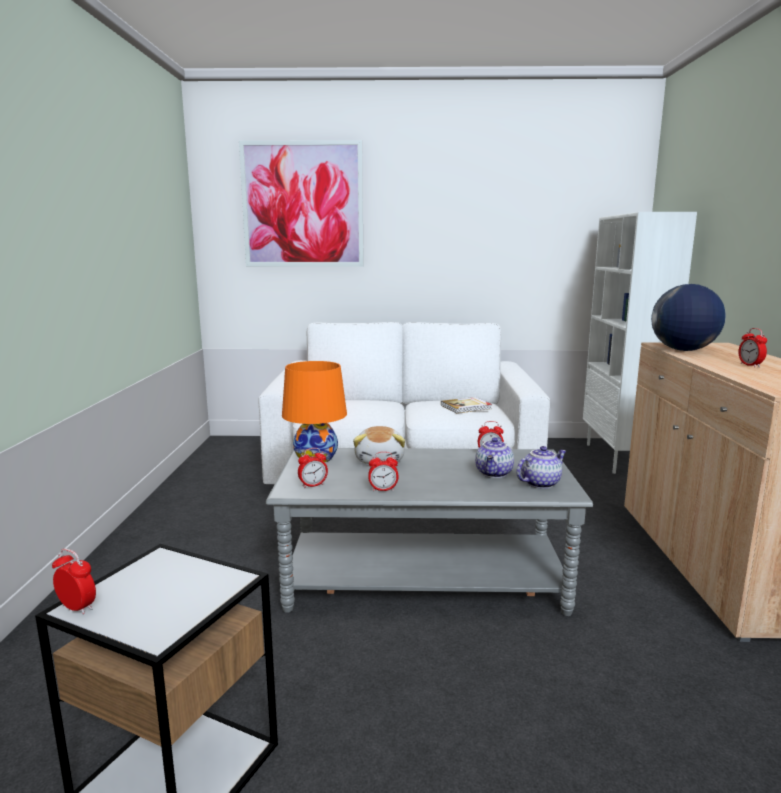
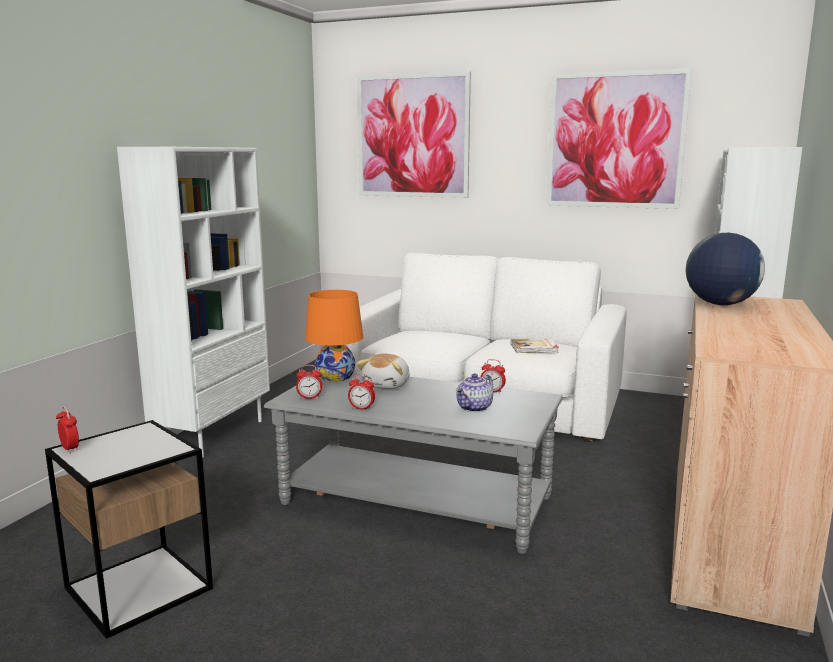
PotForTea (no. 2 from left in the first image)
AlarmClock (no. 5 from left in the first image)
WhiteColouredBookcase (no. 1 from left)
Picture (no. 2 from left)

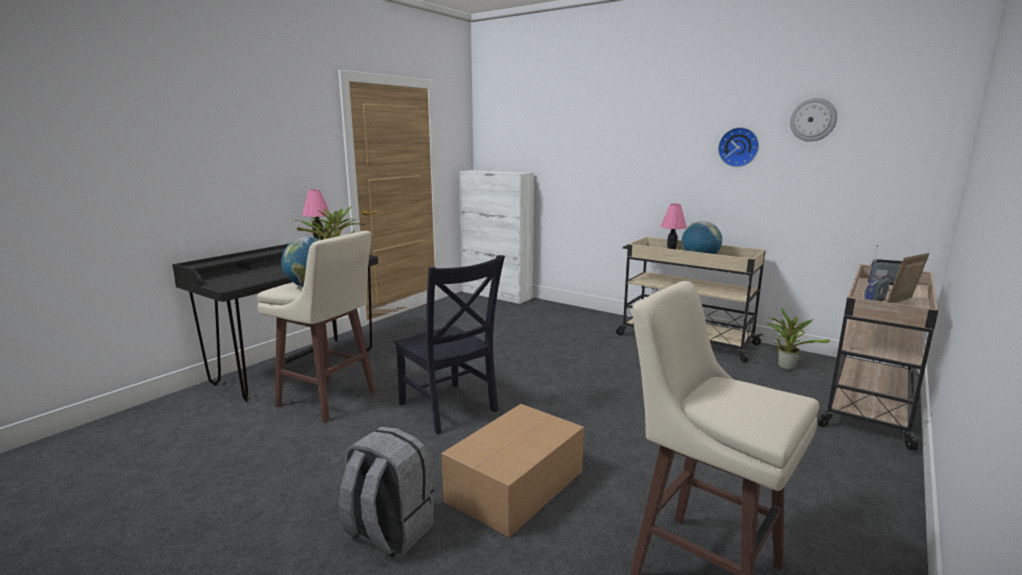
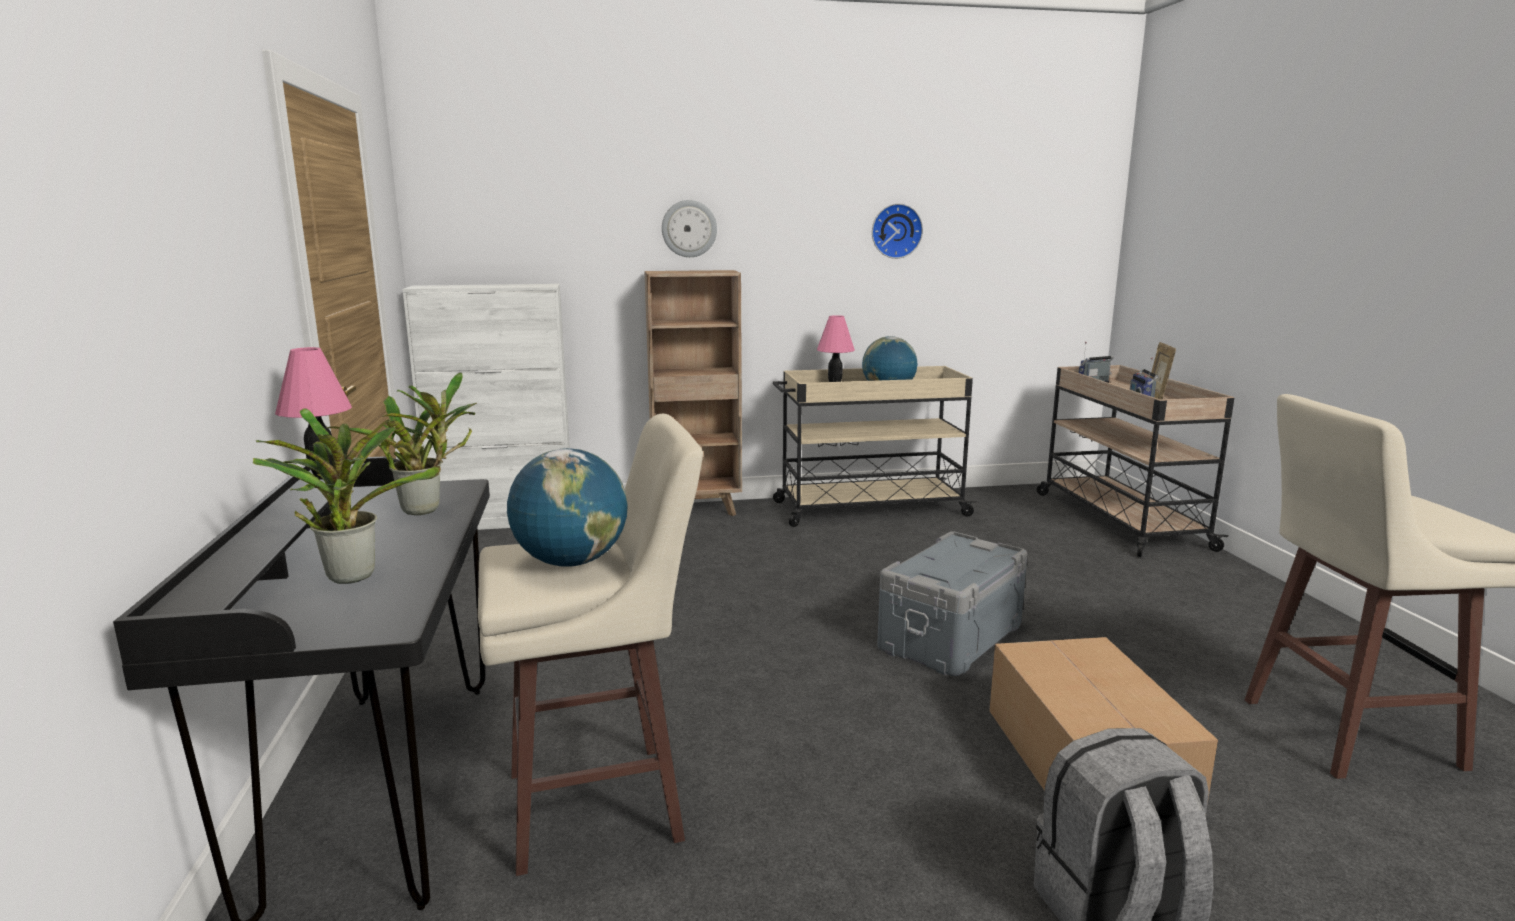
BlackColouredChair
BrownishBookcase
GreyStorageBin
Houseplant (no. 1 from left)
WallClock (no. 1 from left)

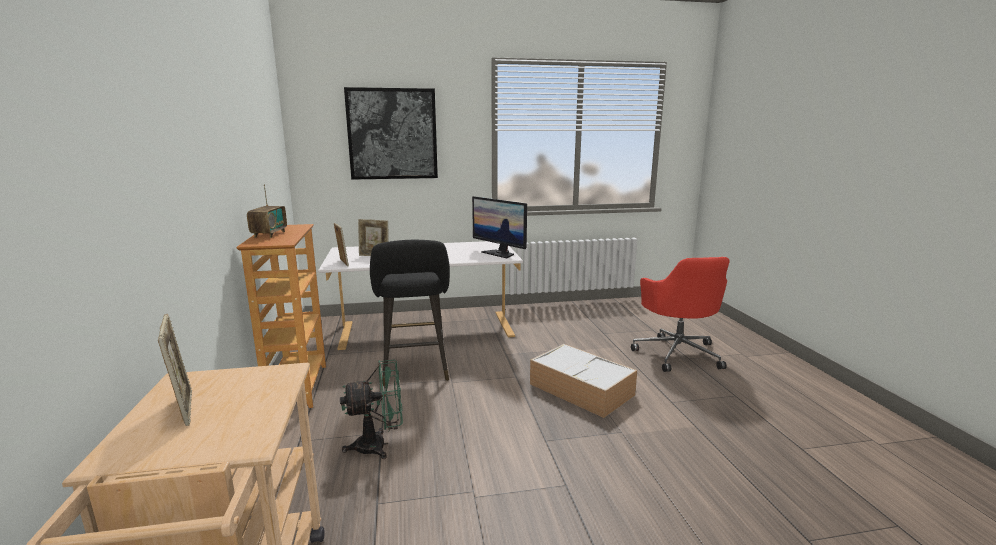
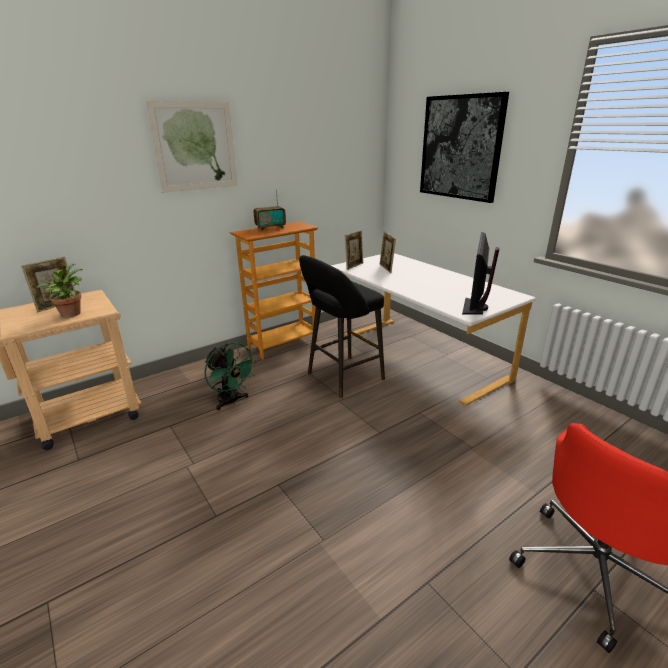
StorageBin
Houseplant
Picture (no. 1 from left)

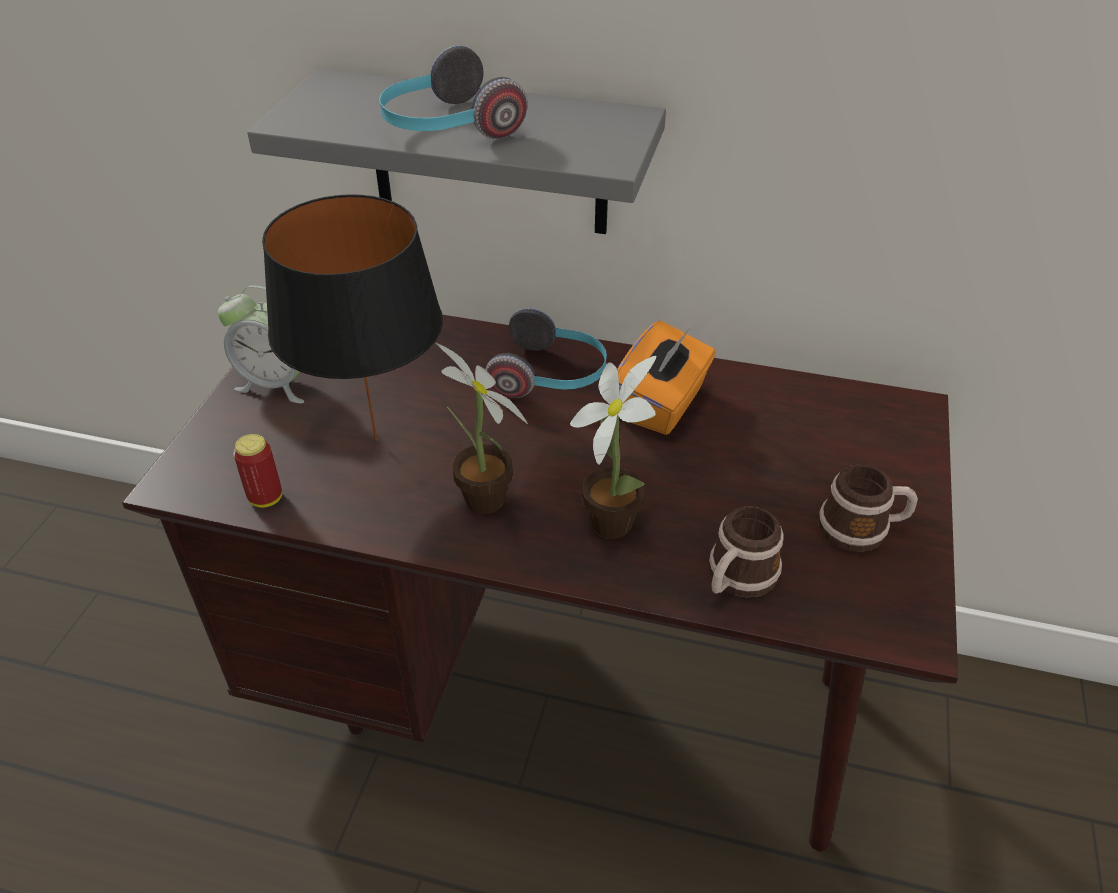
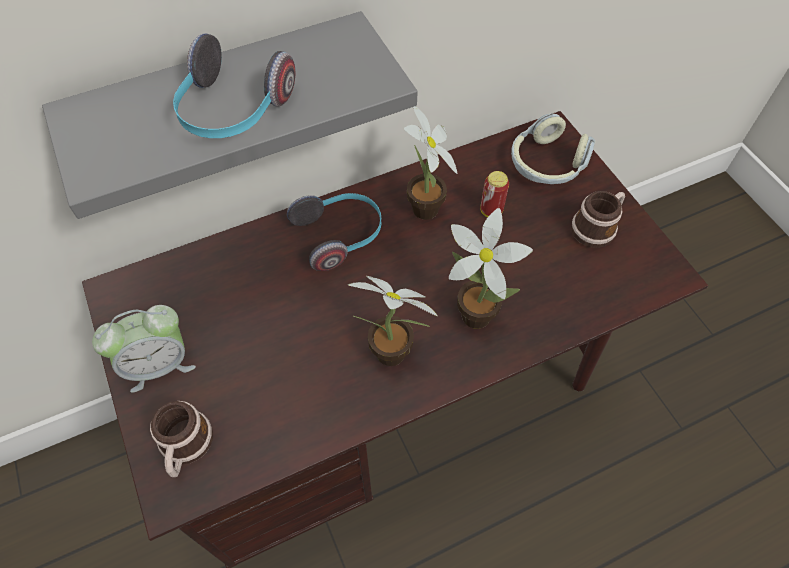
BlackColouredLampForATable
PairOfHeadphones (no. 3 from left)
SealedCan
Mug (no. 1 from left)
Houseplant (no. 2 from left)

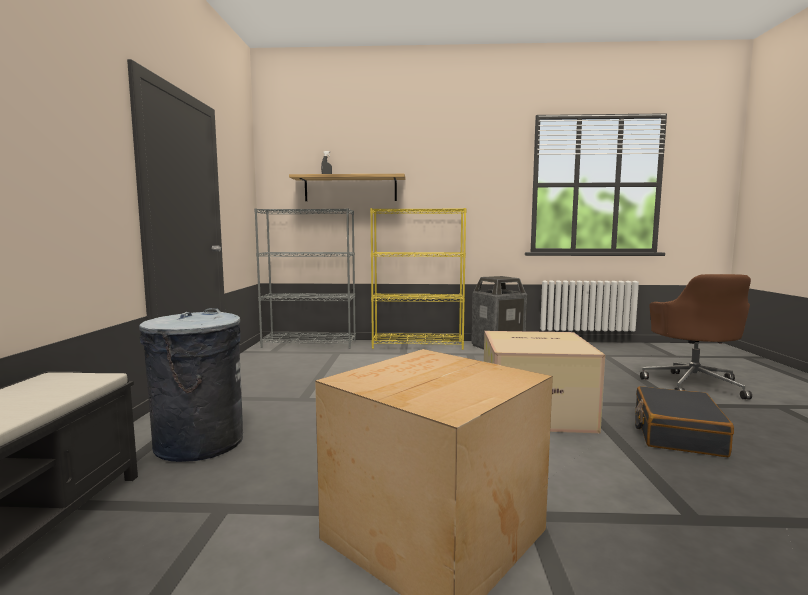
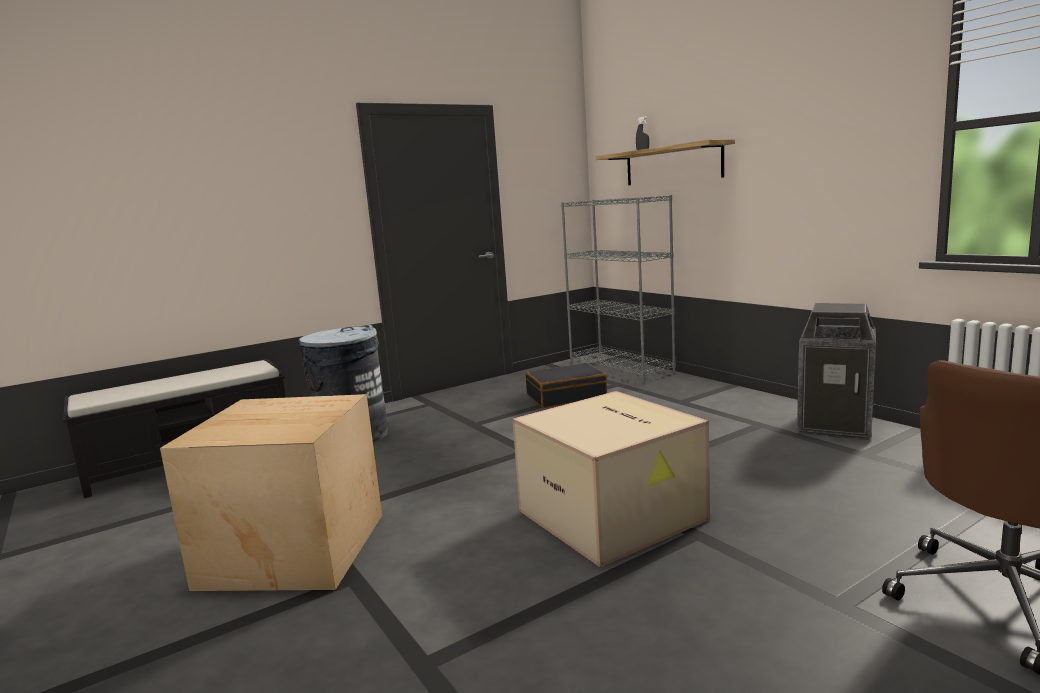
YellowBookcase
BlackColouredPieceOfLuggage

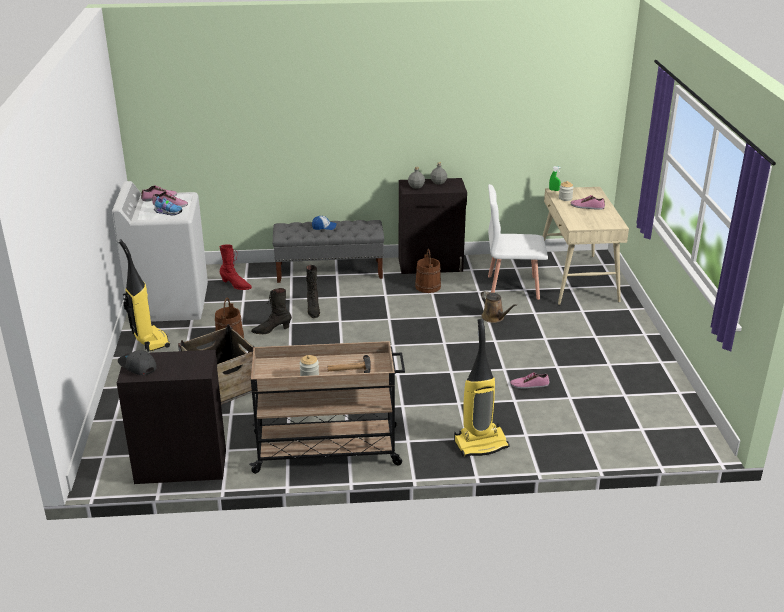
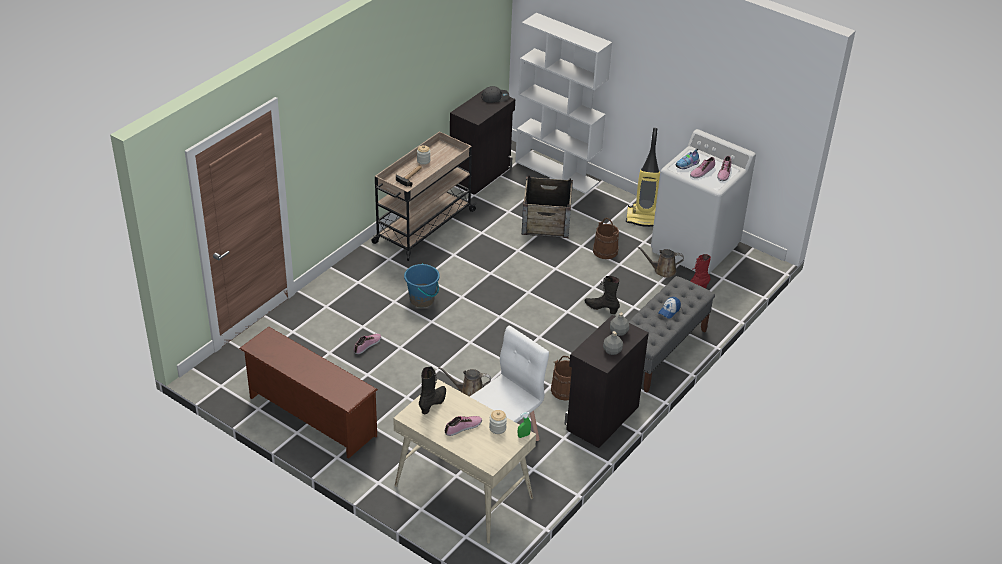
Hoover (no. 2 from left in the first image)
BrownishShoeRack
BluishBucket
WhiteColouredBookcase
BrownishSprinklingCan (no. 2 from left)
BlackColouredBoot (no. 1 from left)

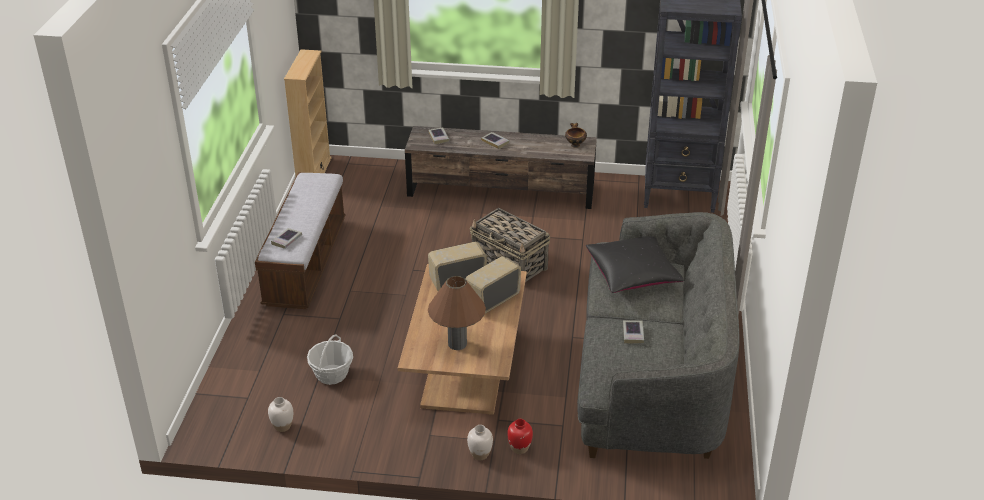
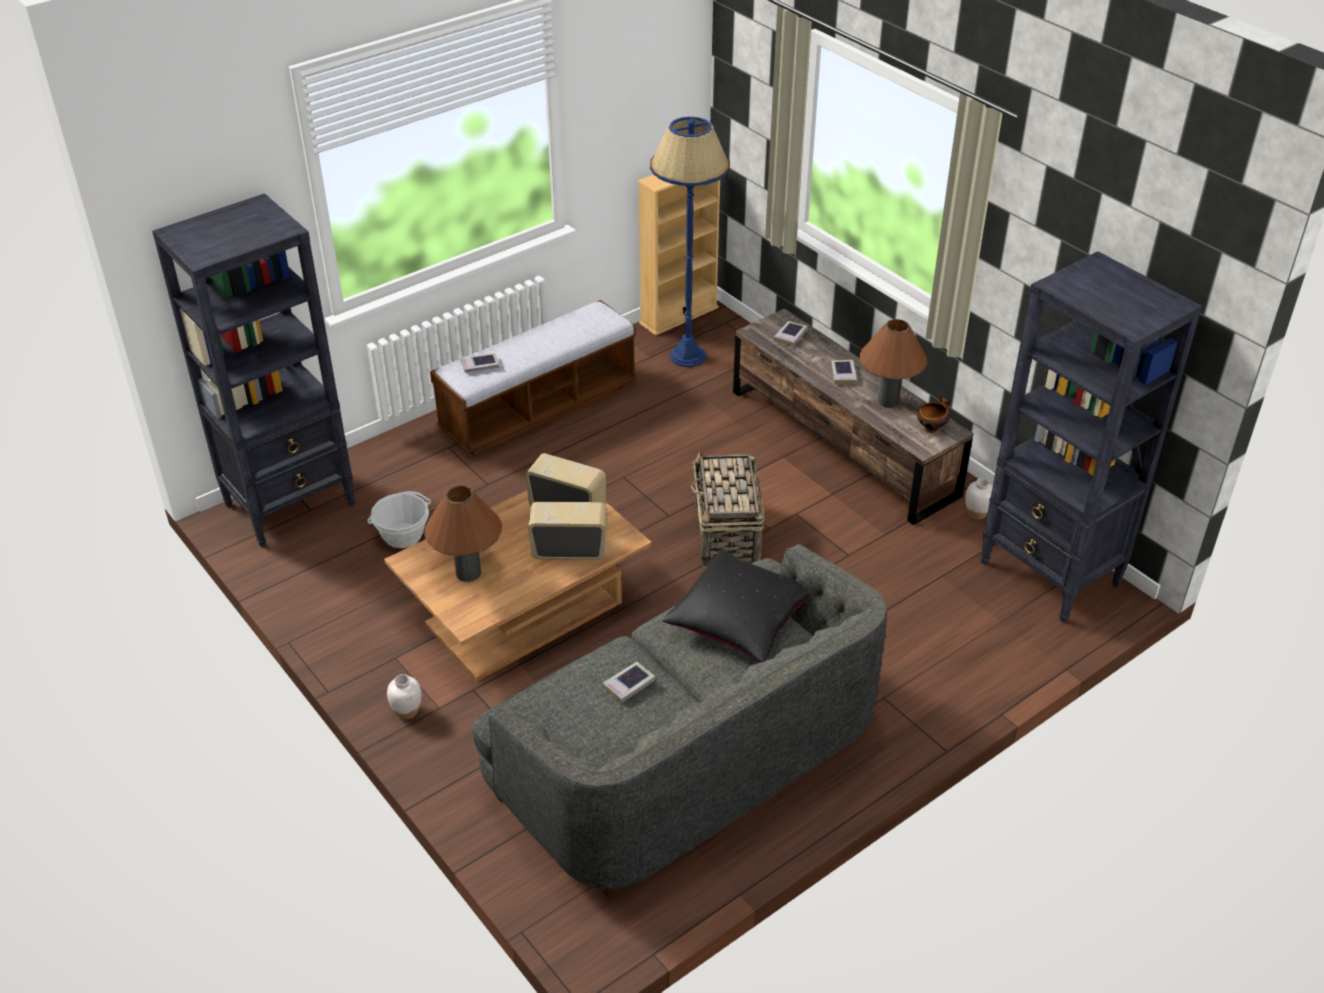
ReddishFlowerVase
BlackColouredBookcase (no. 1 from left)
BluishStandingLamp
BrownishLampForATable (no. 2 from left)
WhiteColouredFlowerVase (no. 2 from left)

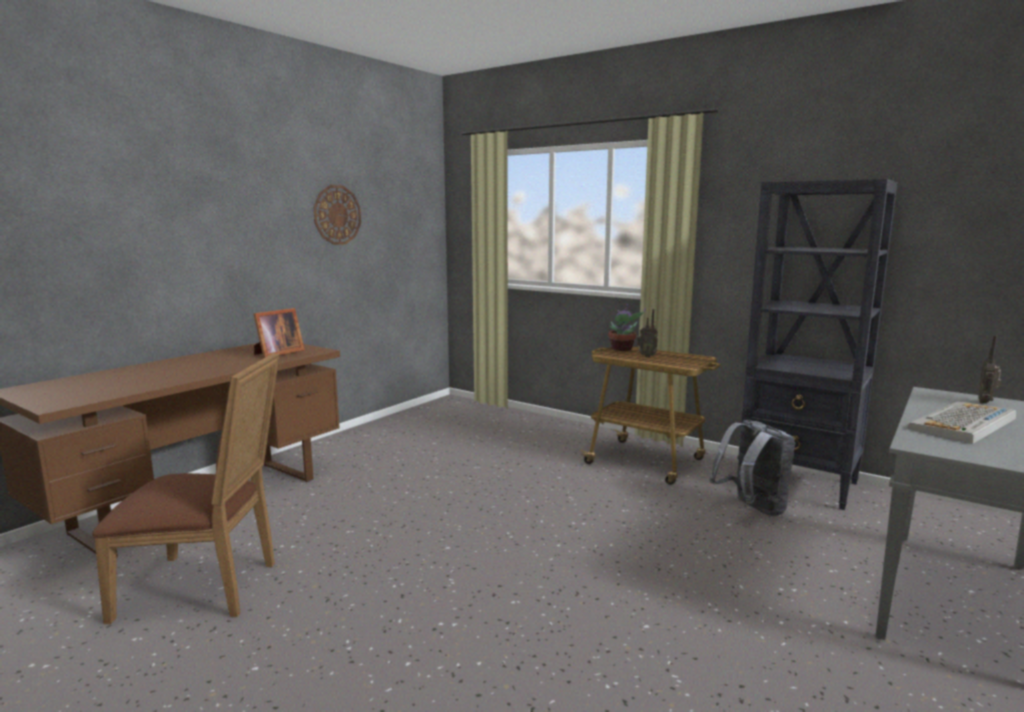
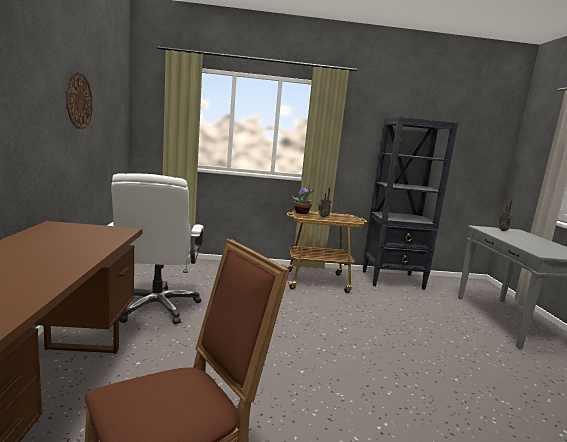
PictureFrame
GreyRucksack
PcKeyboard
WhiteColouredComputerChair

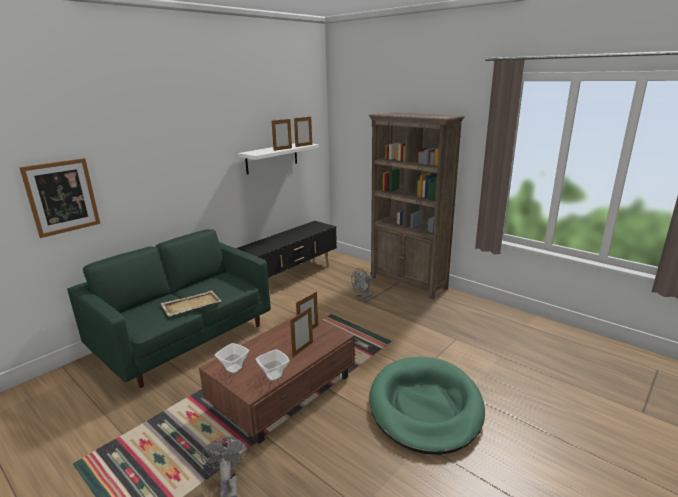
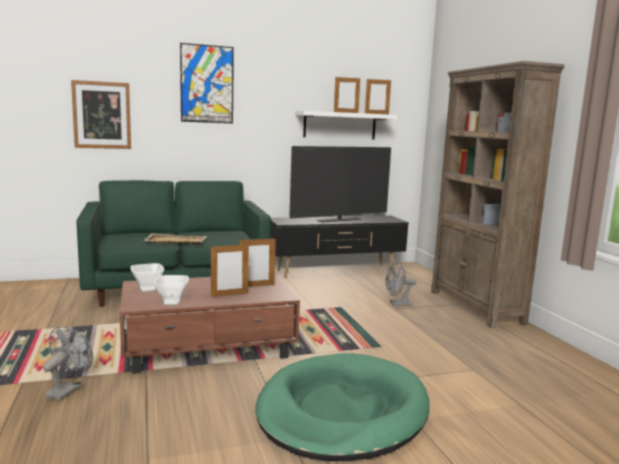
Picture (no. 2 from left)
Tv

